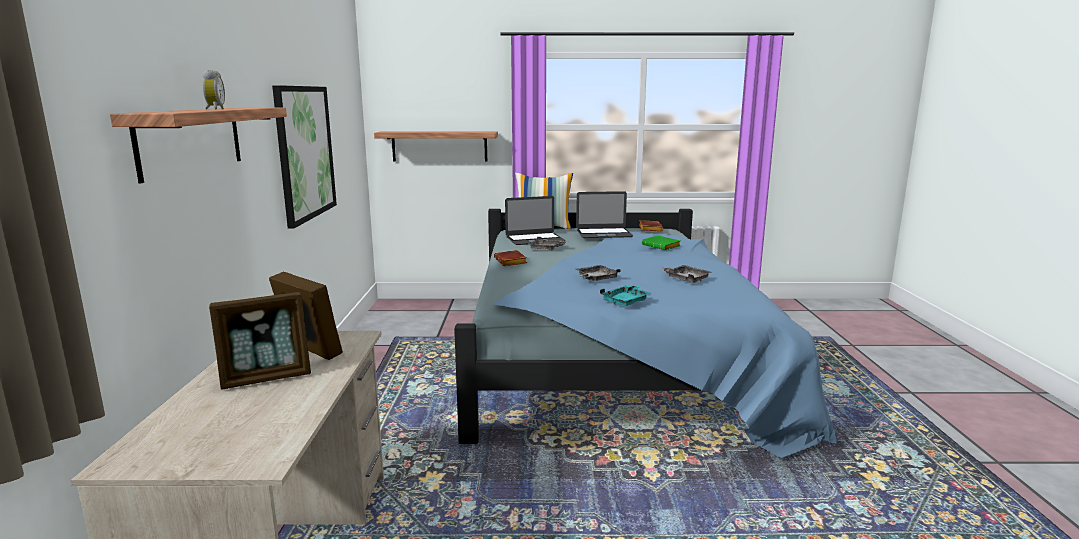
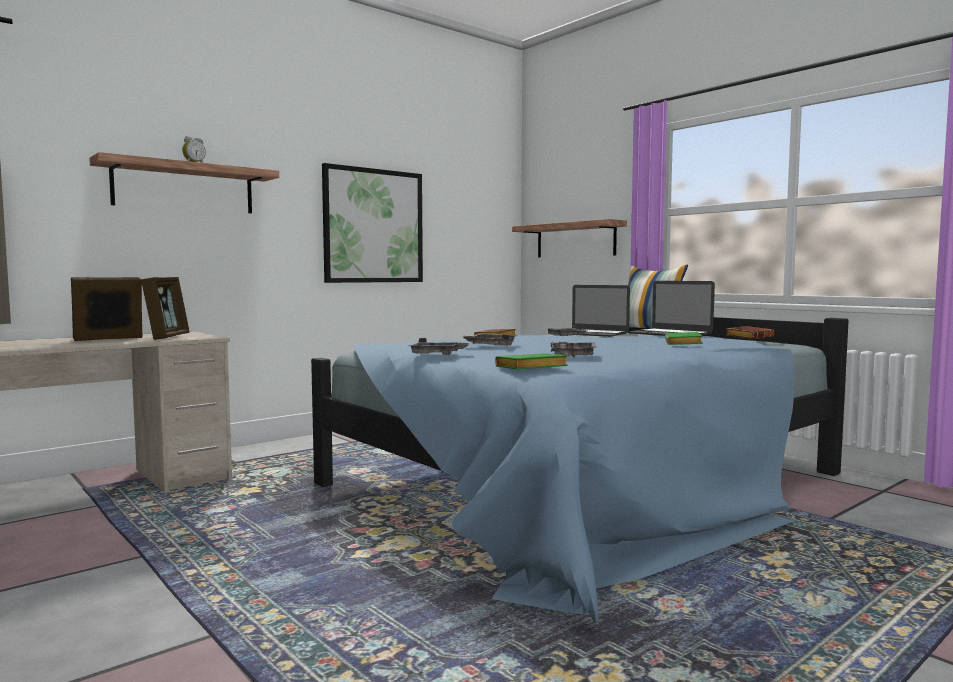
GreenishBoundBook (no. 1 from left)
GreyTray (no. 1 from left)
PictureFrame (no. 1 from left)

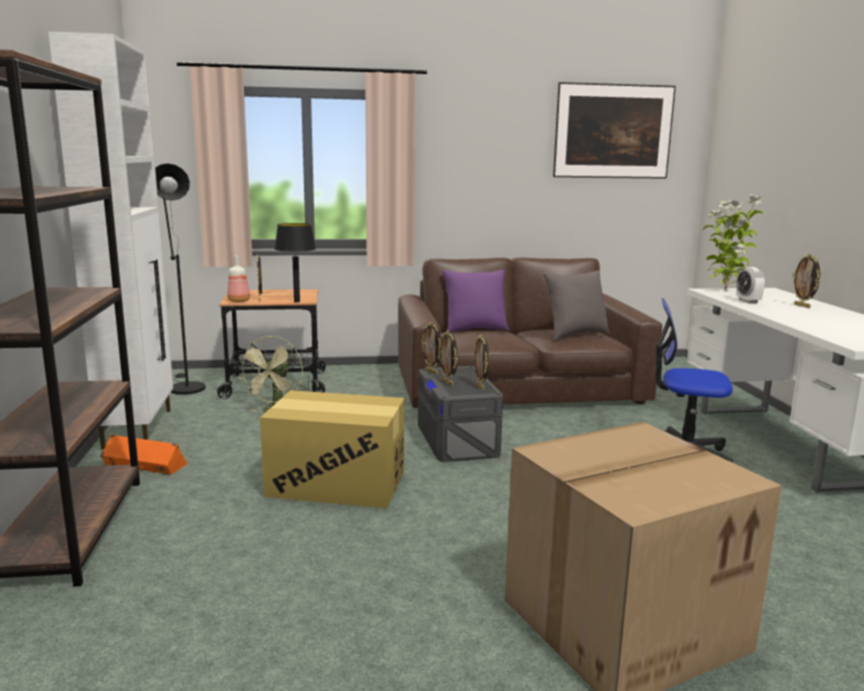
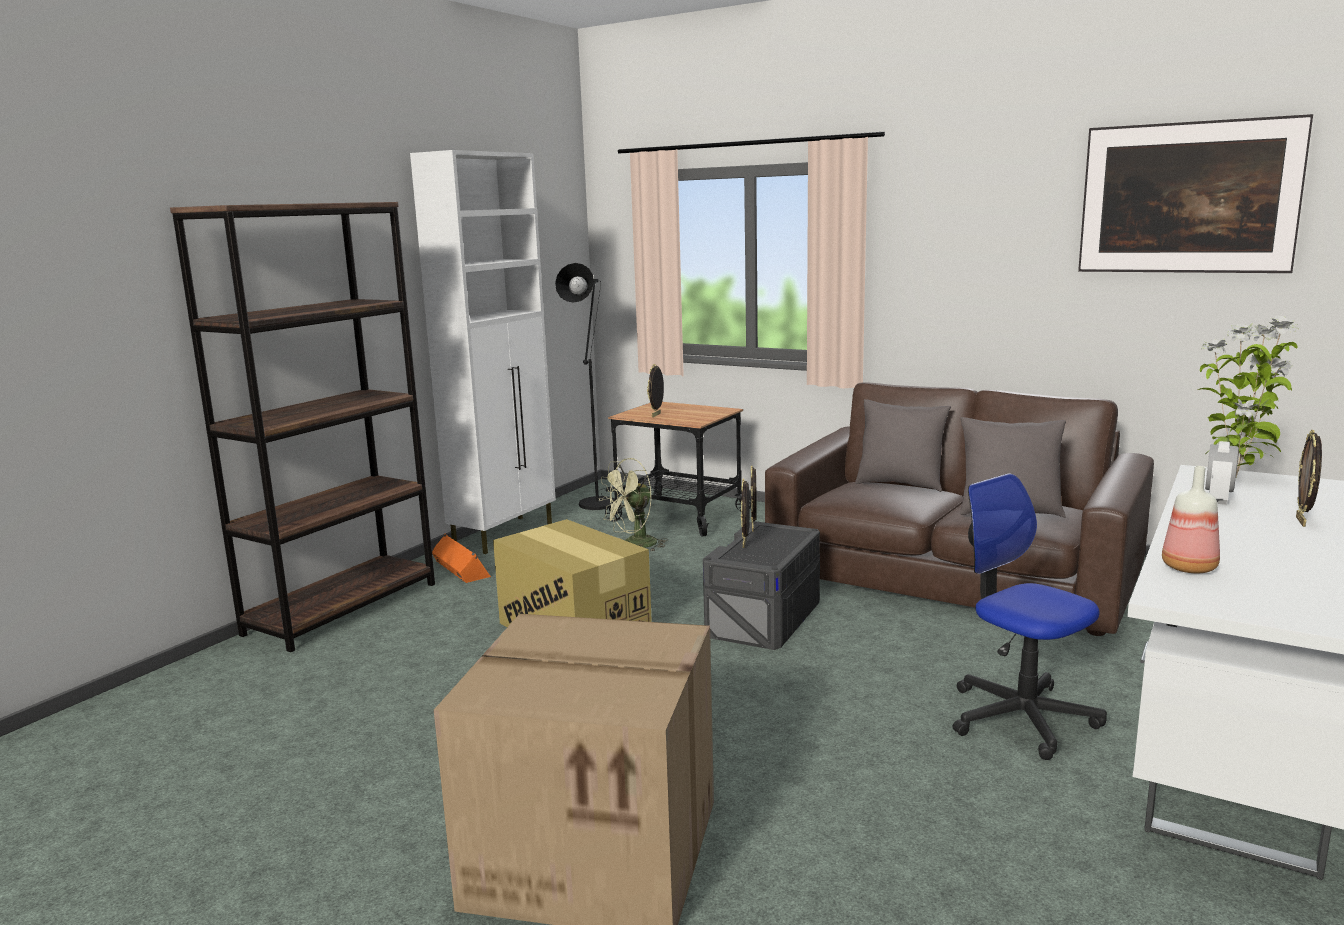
BlackColouredLampForATable
PictureFrame (no. 4 from left in the first image)
BeverageBottle
GreyCushion (no. 1 from left)

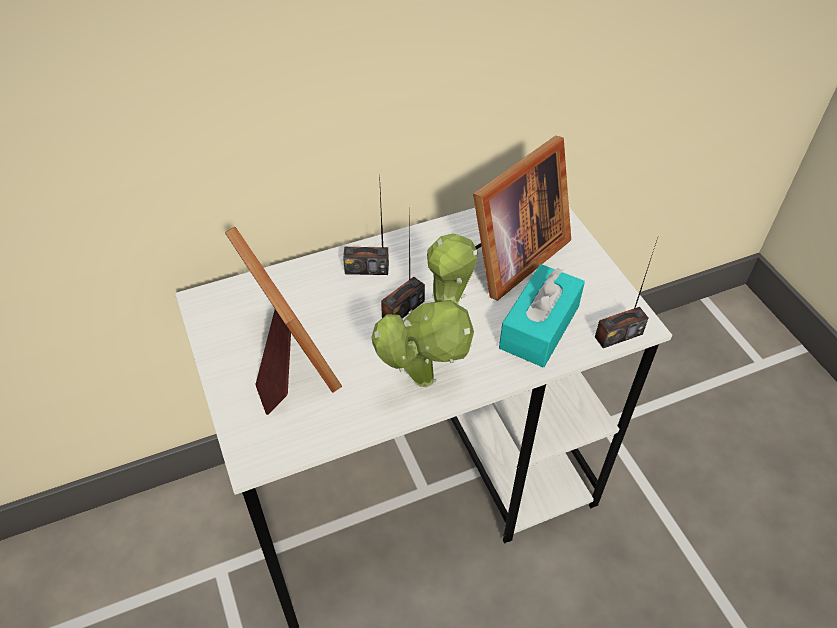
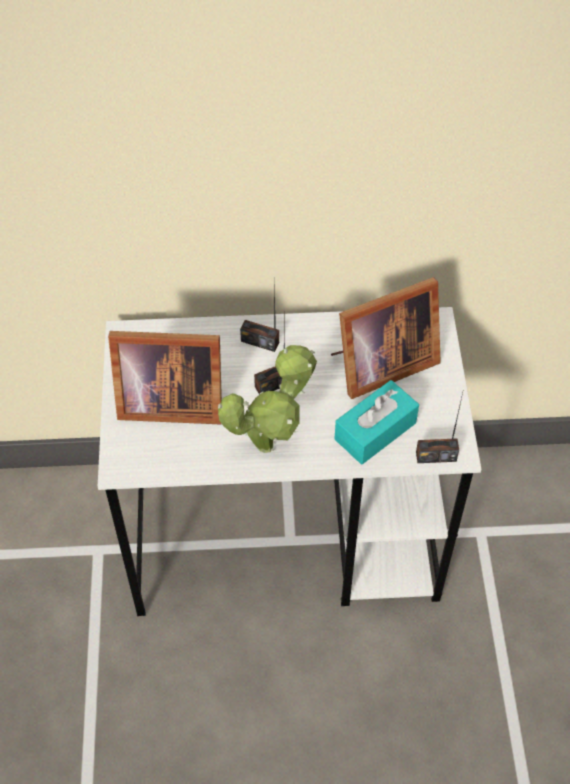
PictureFrame (no. 1 from left)

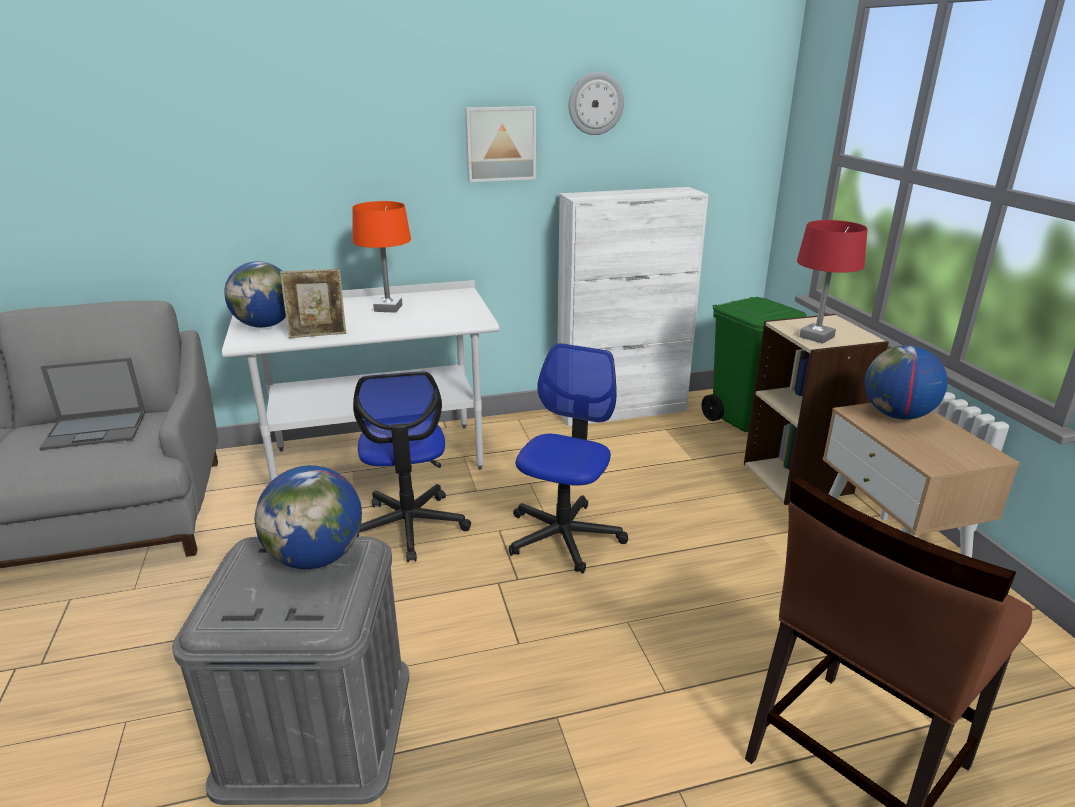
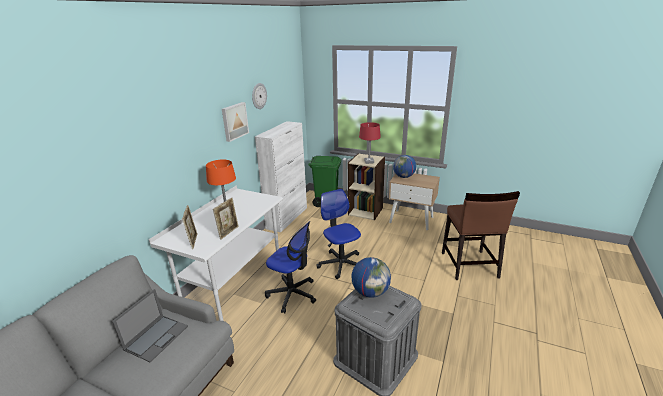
PictureFrame (no. 1 from left)

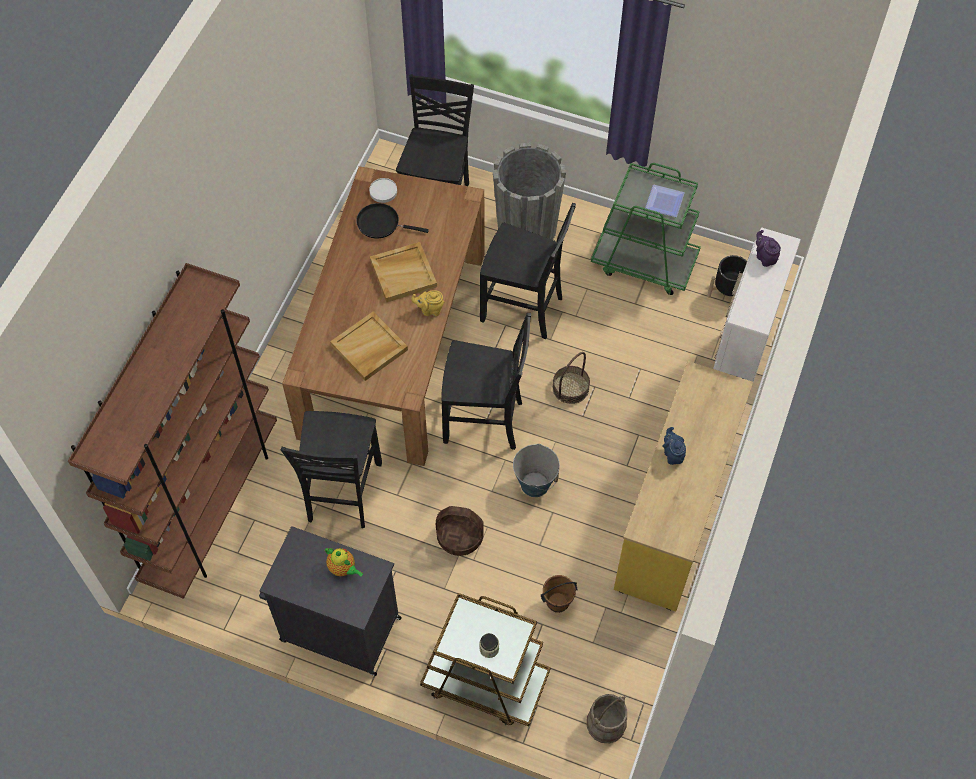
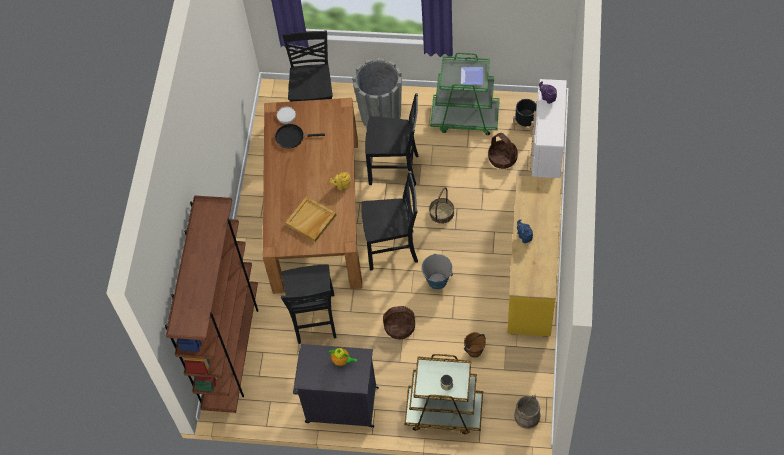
BeigeTray (no. 2 from left in the first image)
Basket (no. 3 from left)

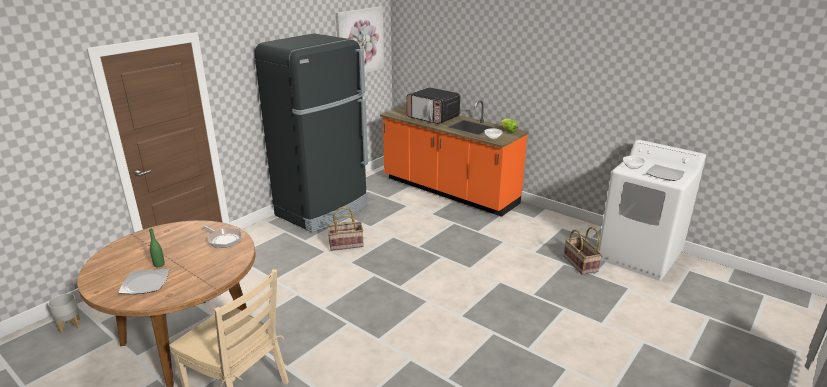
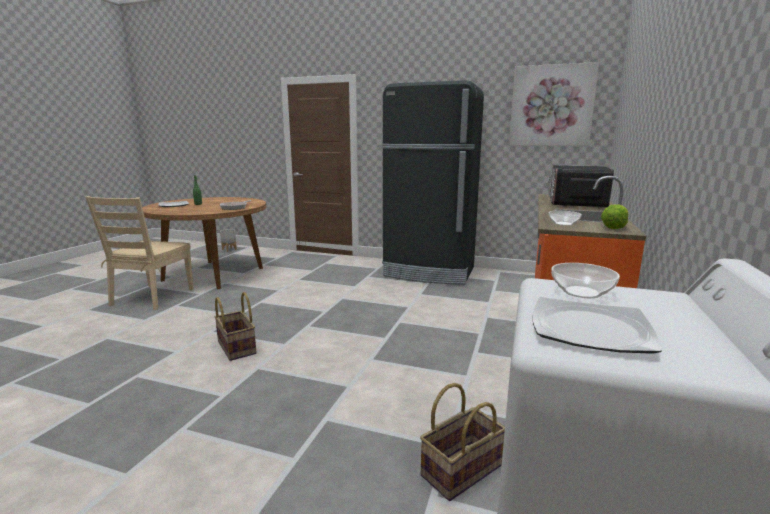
Basket (no. 1 from left)

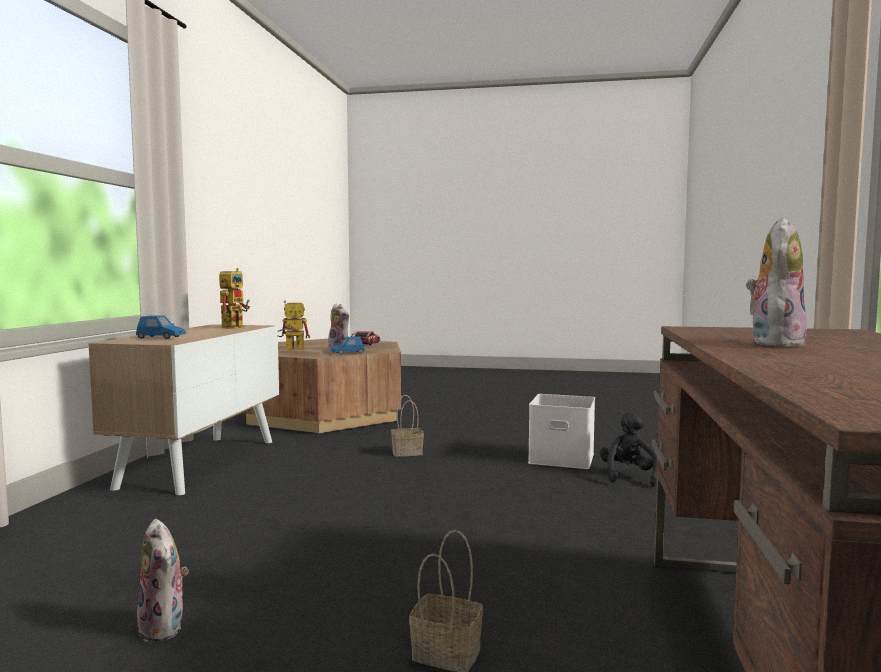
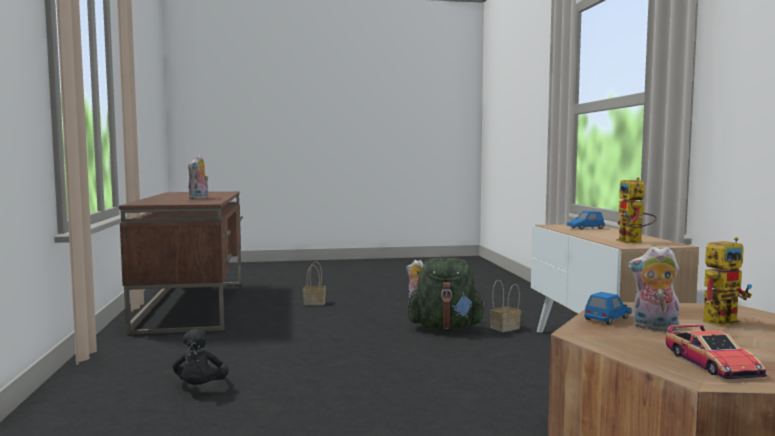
WhiteColouredStorageBin
GreenishRucksack
Basket (no. 2 from left)

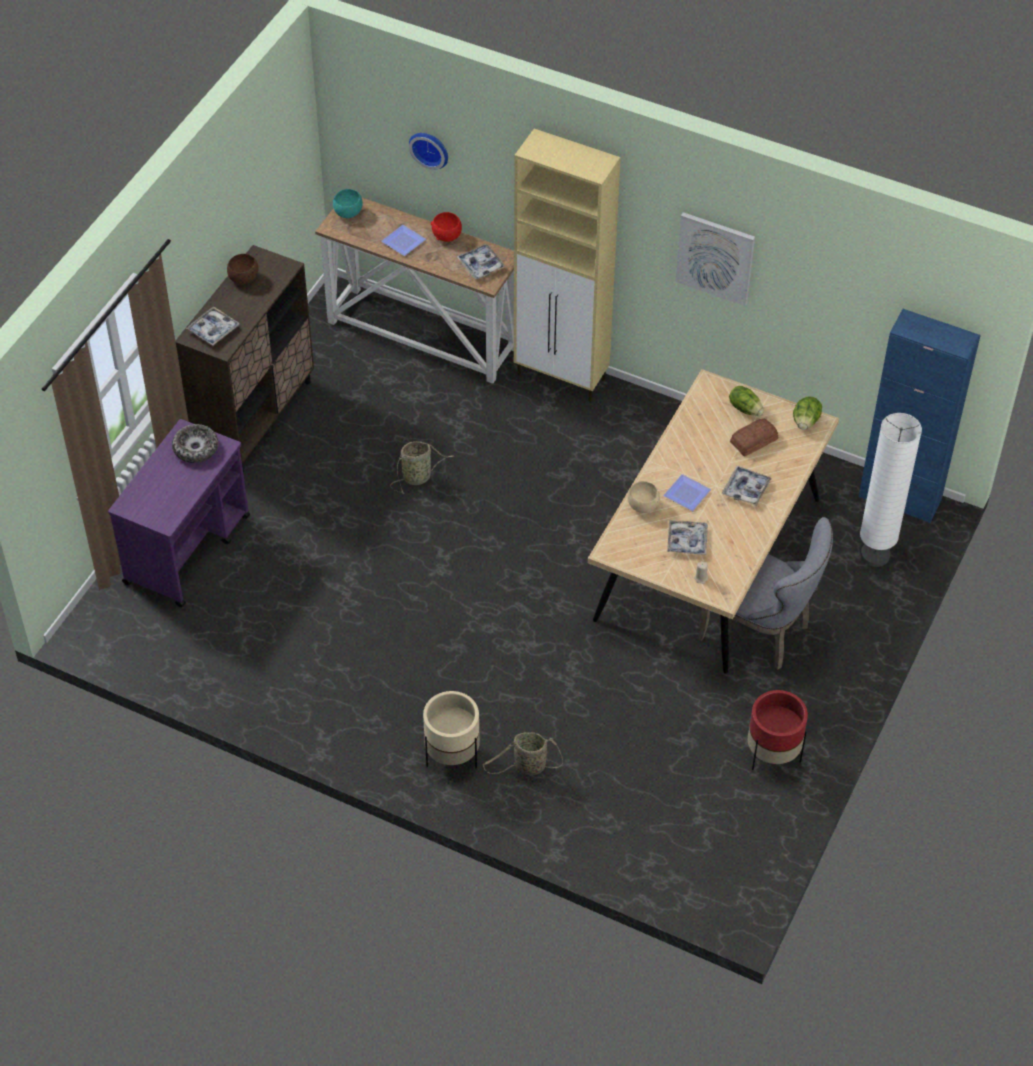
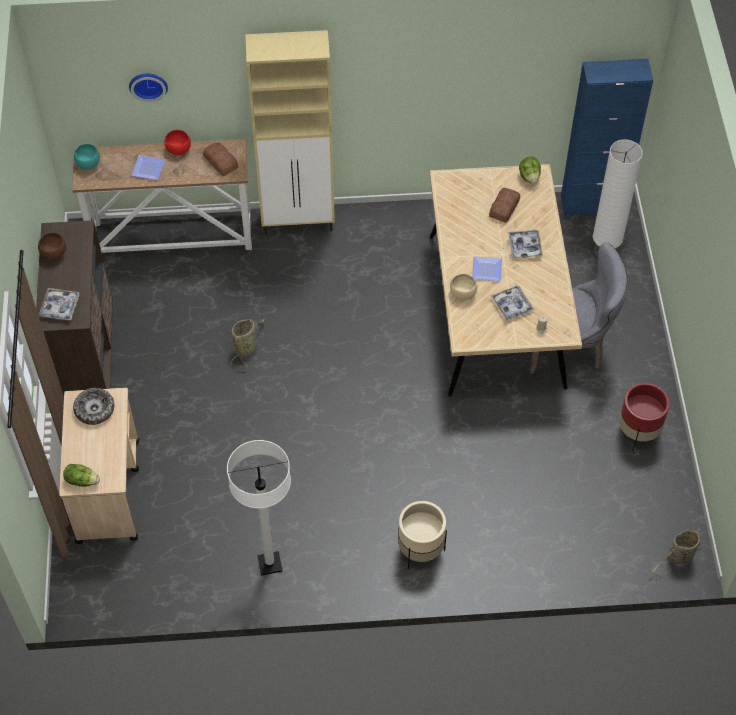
Picture
WhiteColouredStandingLamp (no. 1 from left)
Basket (no. 2 from left)
HeadOfLettuce (no. 1 from left)
BakedBread (no. 1 from left)
BeigeCart

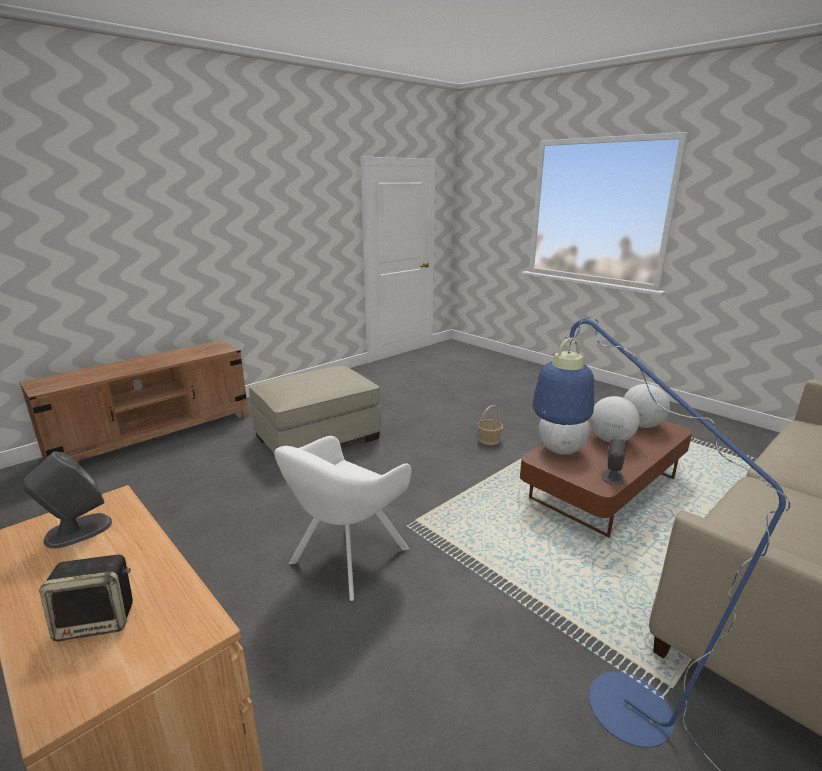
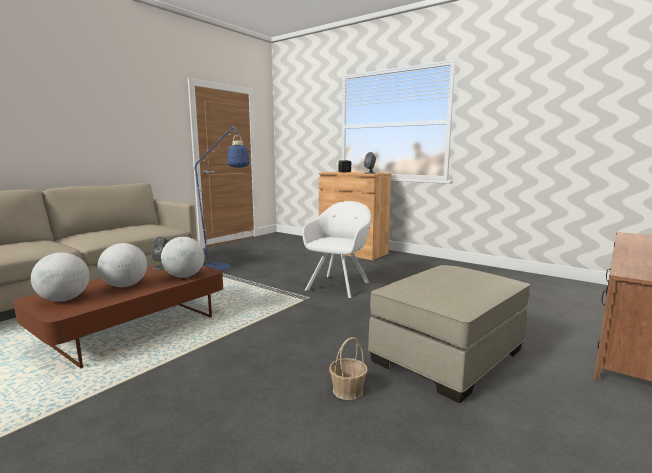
Basket

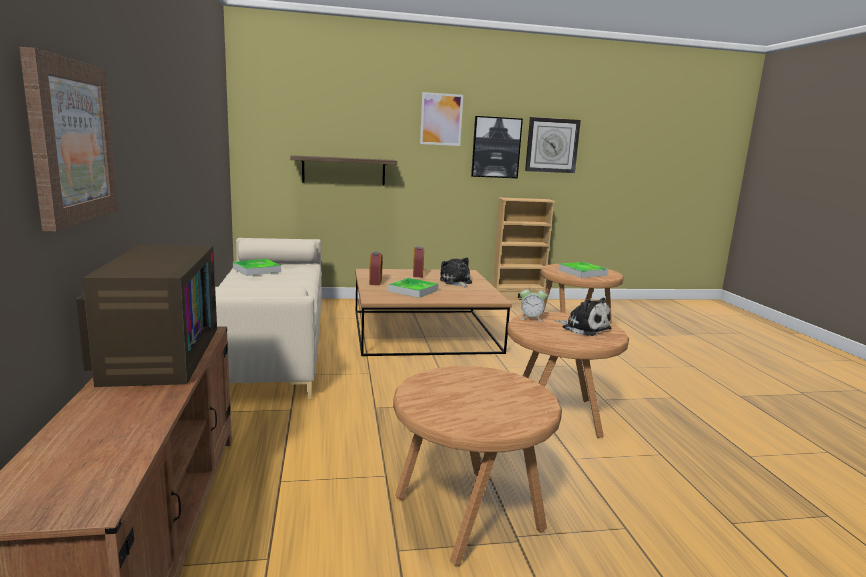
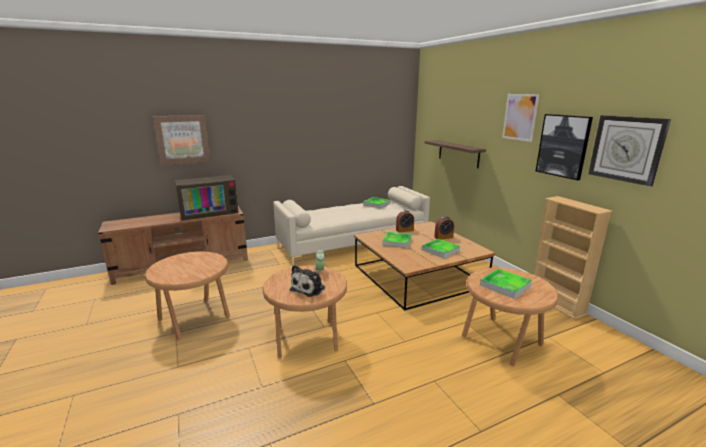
Tray (no. 3 from left)

